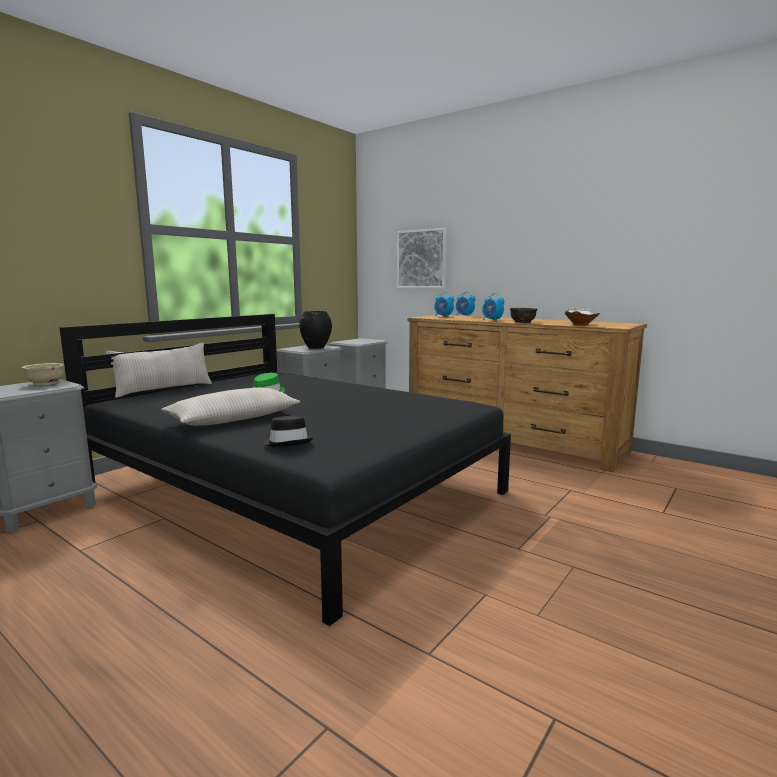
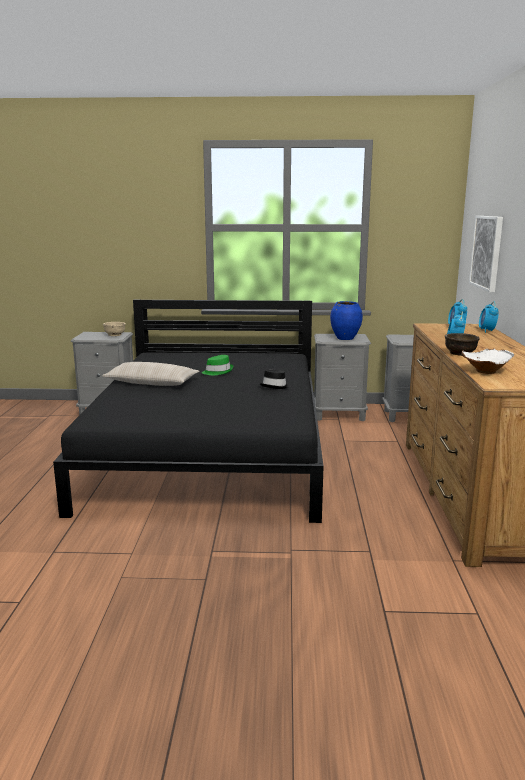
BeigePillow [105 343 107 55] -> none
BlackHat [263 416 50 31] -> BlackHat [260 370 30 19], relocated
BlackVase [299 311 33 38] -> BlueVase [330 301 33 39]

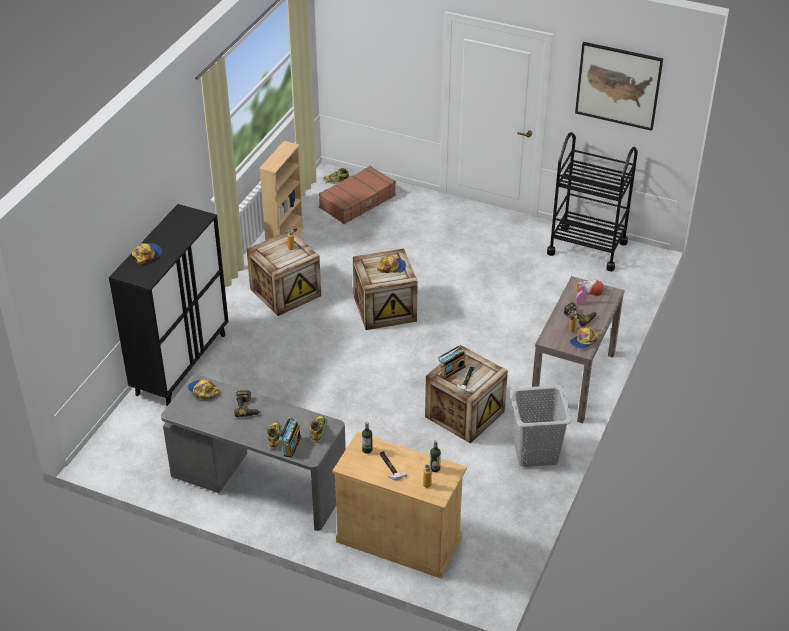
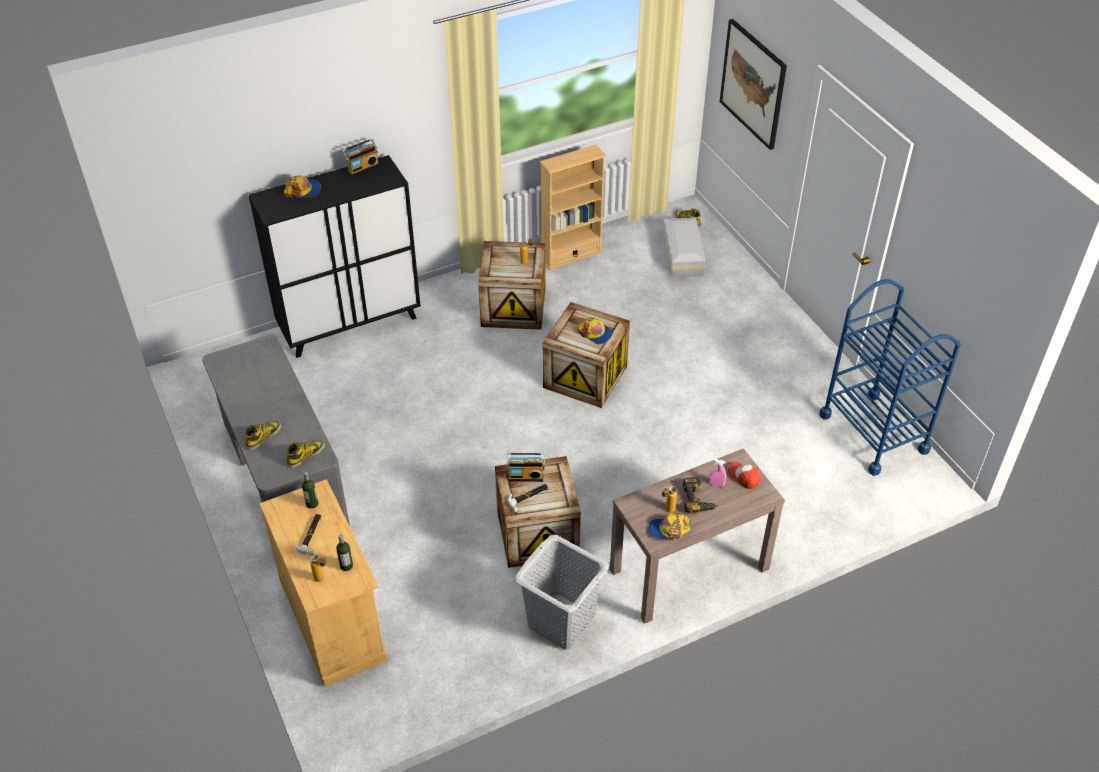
Cap [187 379 32 20] -> none
PowerDrill [234 390 27 27] -> none
Radio [279 416 22 42] -> Radio [342 139 37 37], relocated
BrownSuitcase [319 166 77 58] -> WhiteStorageBox [662 218 44 59]
BlackCart [547 132 91 140] -> BlueCart [819 279 142 197]
Picture [575 42 88 89] -> Picture [720 19 67 131], relocated

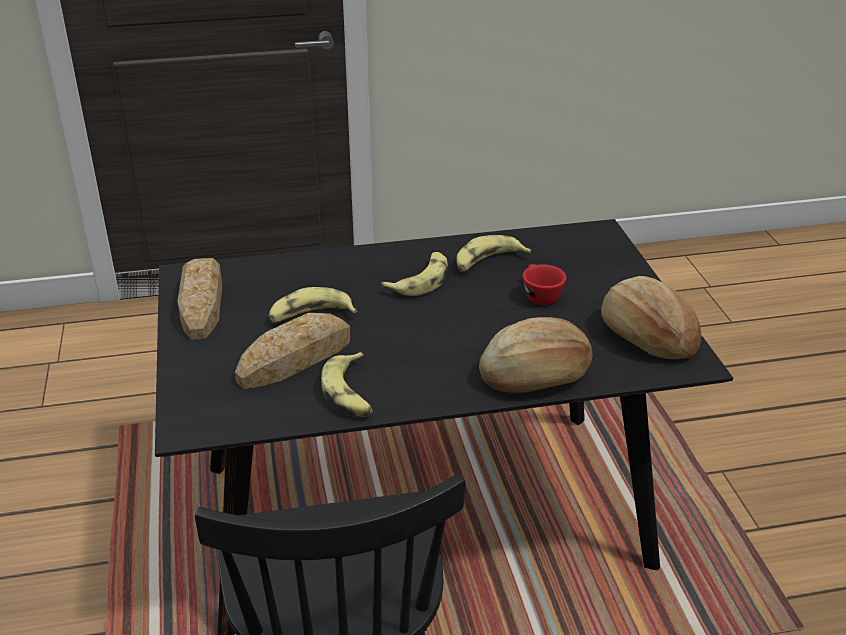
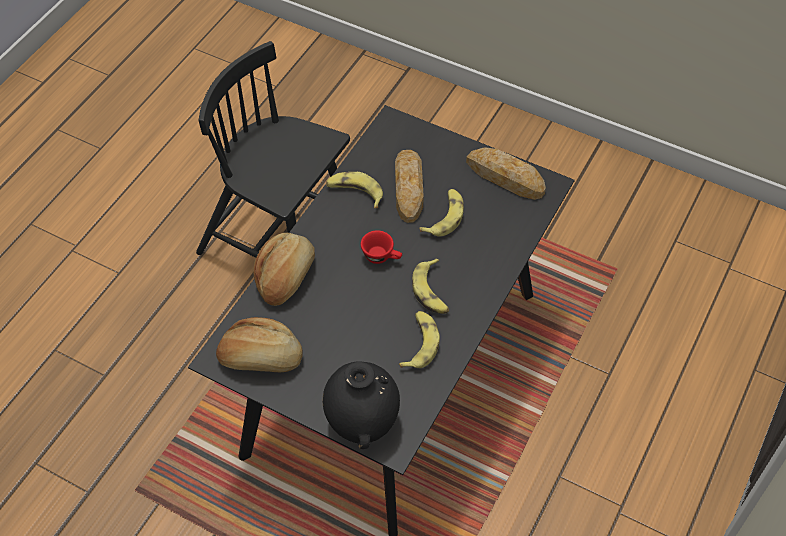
RedCup [523 264 43 41] -> RedCup [361 230 41 34], relocated
none -> BlackVase [323 361 77 88]

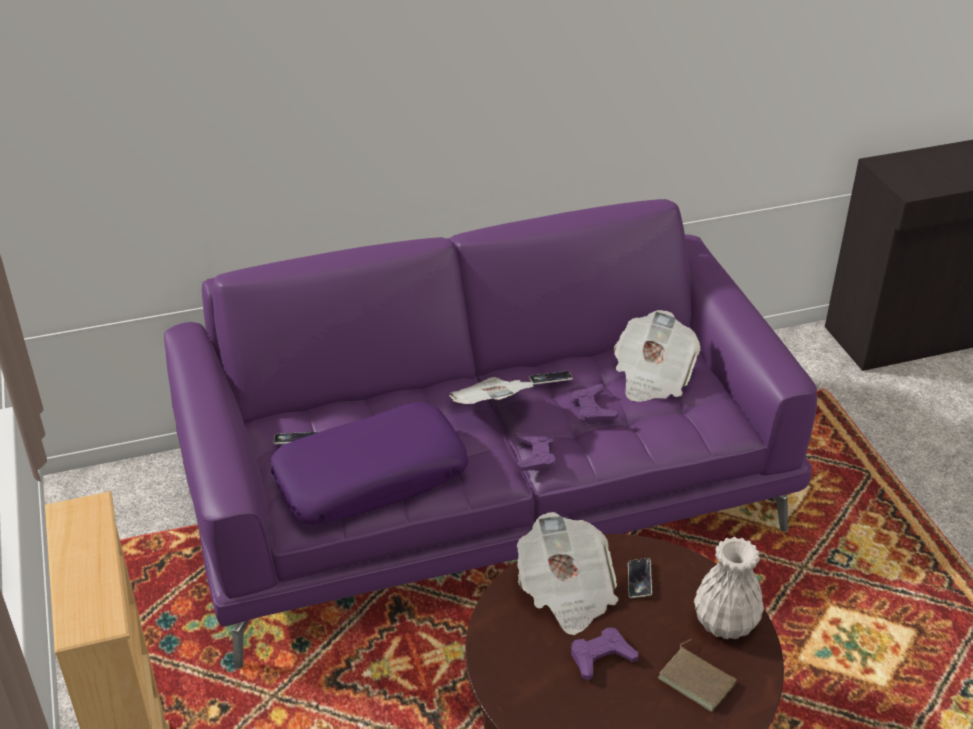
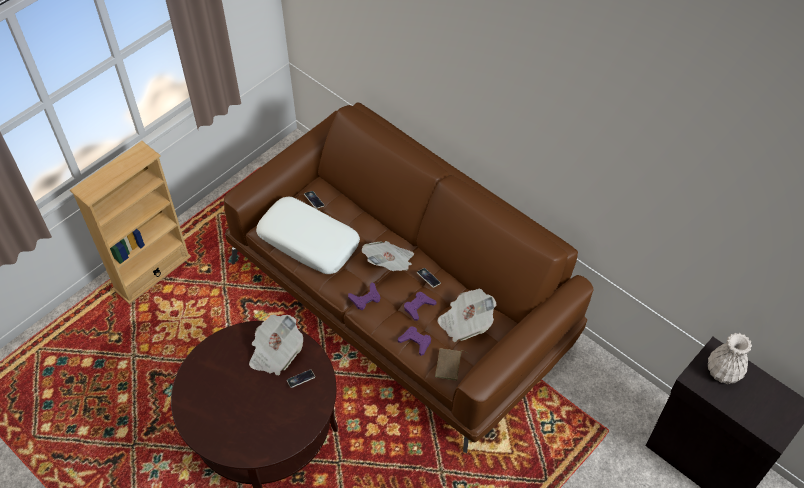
PurpleSofa [164 199 653 469] -> BrownSofa [224 102 370 351]
PurplePillow [270 402 198 122] -> WhitePillow [256 197 104 77]
PurpleGameController [571 628 67 52] -> PurpleGameController [398 326 33 30], relocated
BrownBook [658 639 79 73] -> BrownBook [435 348 32 33], relocated
WhiteVase [694 537 70 102] -> WhiteVase [708 333 44 51], relocated

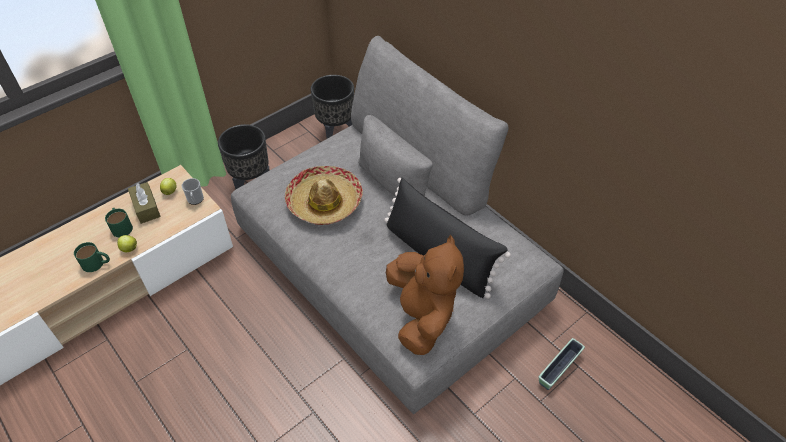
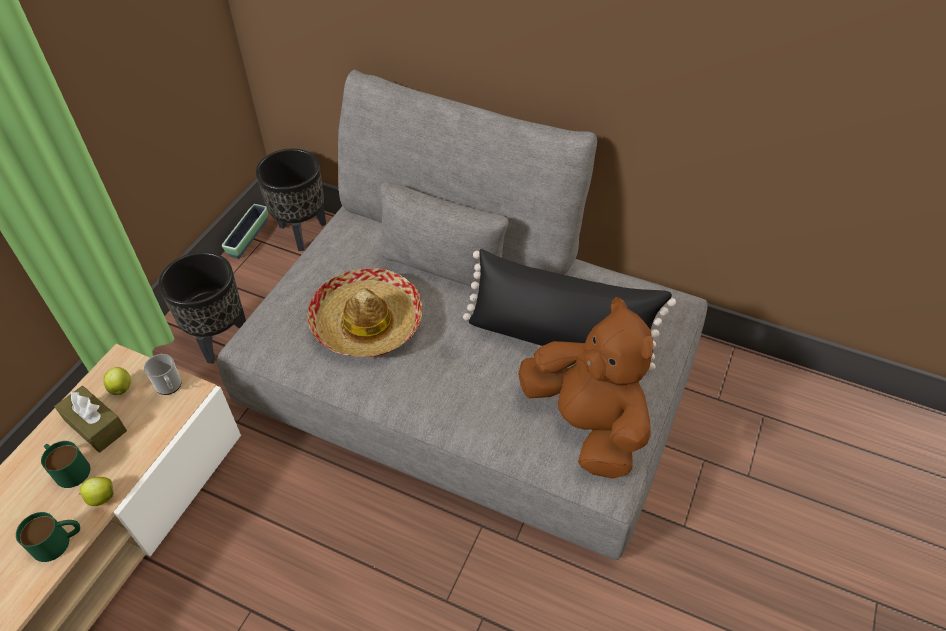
Planter [538 338 47 52] -> Planter [222 204 46 54], relocated

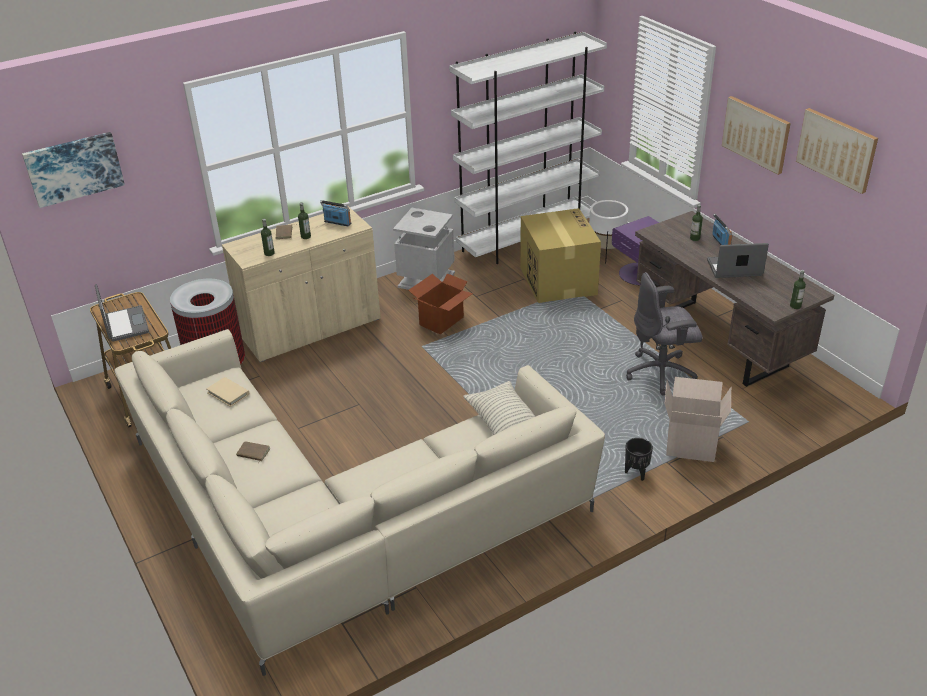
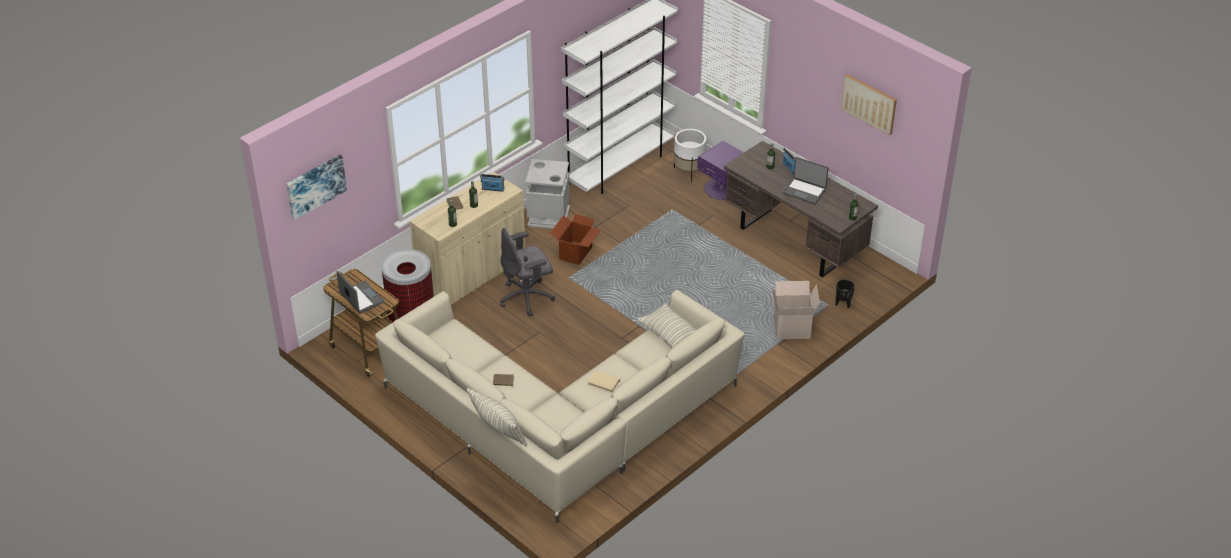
BeigeBook [206 377 43 30] -> BeigeBook [587 370 33 23], relocated
CardboardBox [520 208 81 95] -> none
BlackPlanter [625 438 28 43] -> BlackPlanter [835 279 20 29], relocated
GreyOfficeChair [626 272 77 124] -> GreyOfficeChair [500 228 55 89], relocated
Laptop [707 243 62 35] -> Laptop [783 157 45 47], 135 degrees counterclockwise
Picture [722 96 69 79] -> none
none -> Pillow [466 388 61 58]

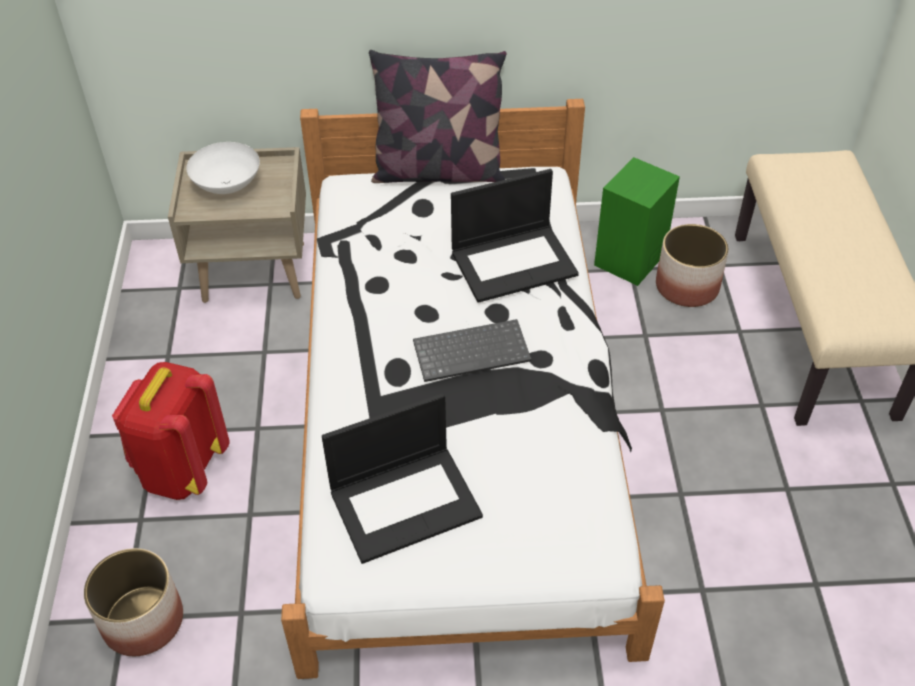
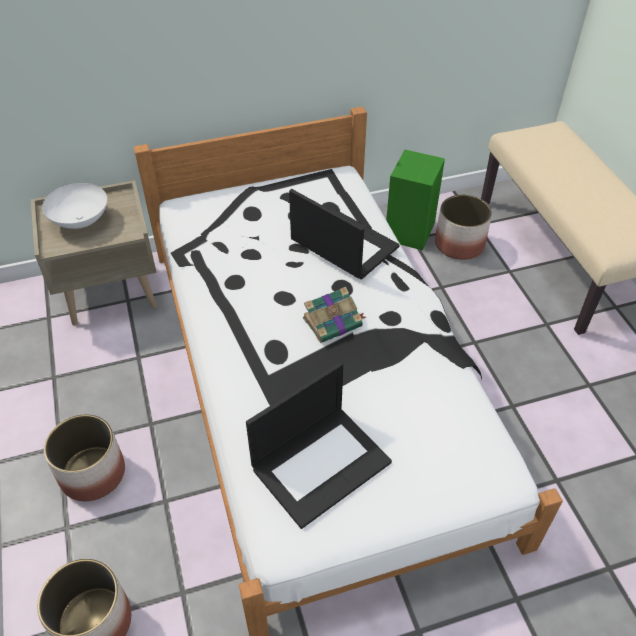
RedBackpack [112 362 118 138] -> Planter [44 414 81 87]
Pillow [369 50 137 133] -> none
Keyboard [413 319 118 63] -> Book [303 287 63 56]
Laptop [451 169 128 134] -> Laptop [289 189 111 91], 105 degrees counterclockwise

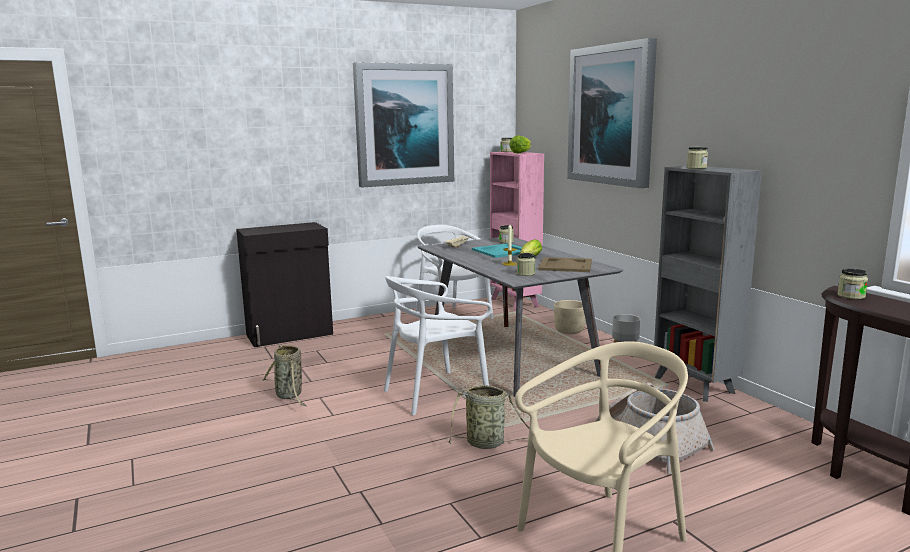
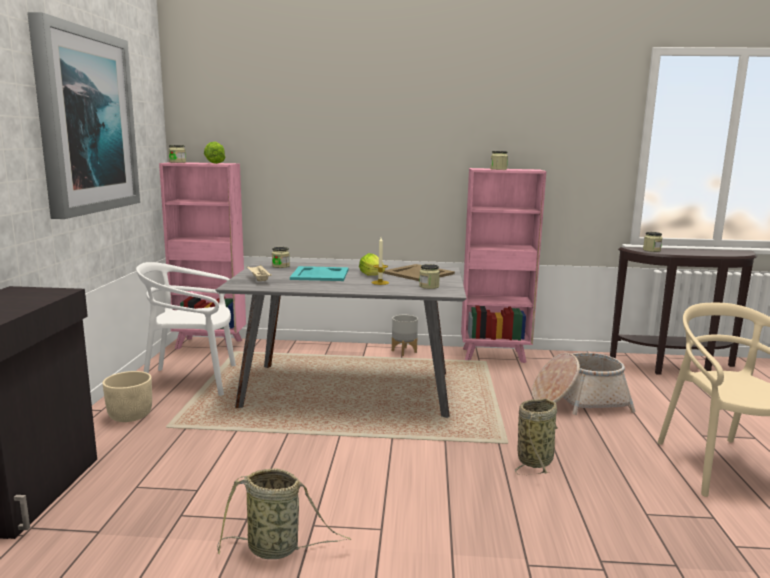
WhiteChair [384 276 108 140] -> none
BeigePlanter [554 300 32 34] -> BeigePlanter [102 371 50 51], relocated
Picture [567 38 90 150] -> none
GreyBookcase [654 166 108 236] -> PinkBookcase [461 168 85 195]

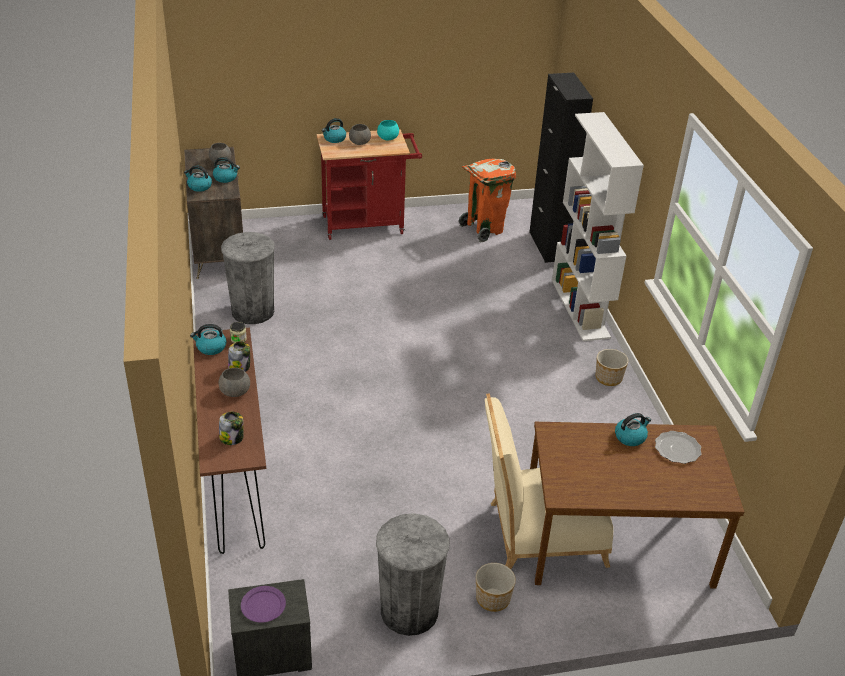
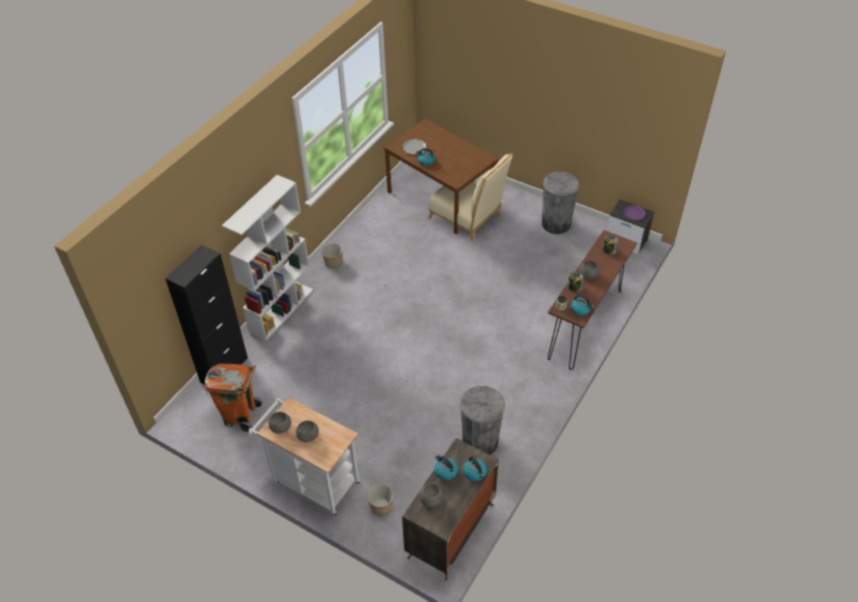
RedCart [317 129 105 111] -> WhiteCart [248 397 112 120]
Kettle [322 118 24 25] -> none
TurquoiseBowl [377 120 22 20] -> GreyBowl [268 412 23 22]
Planter [476 563 40 49] -> Planter [367 484 27 32], relocated

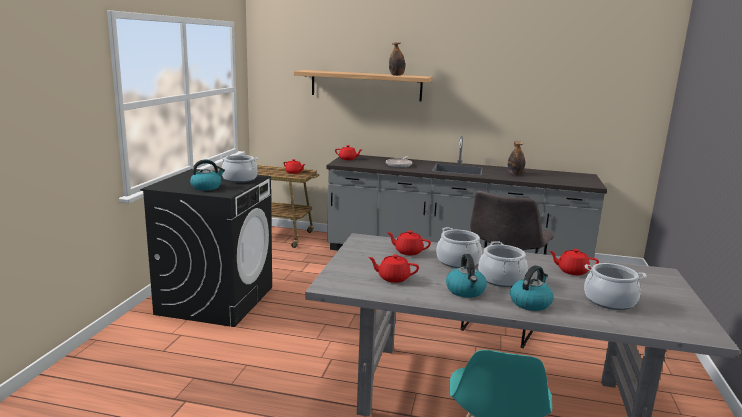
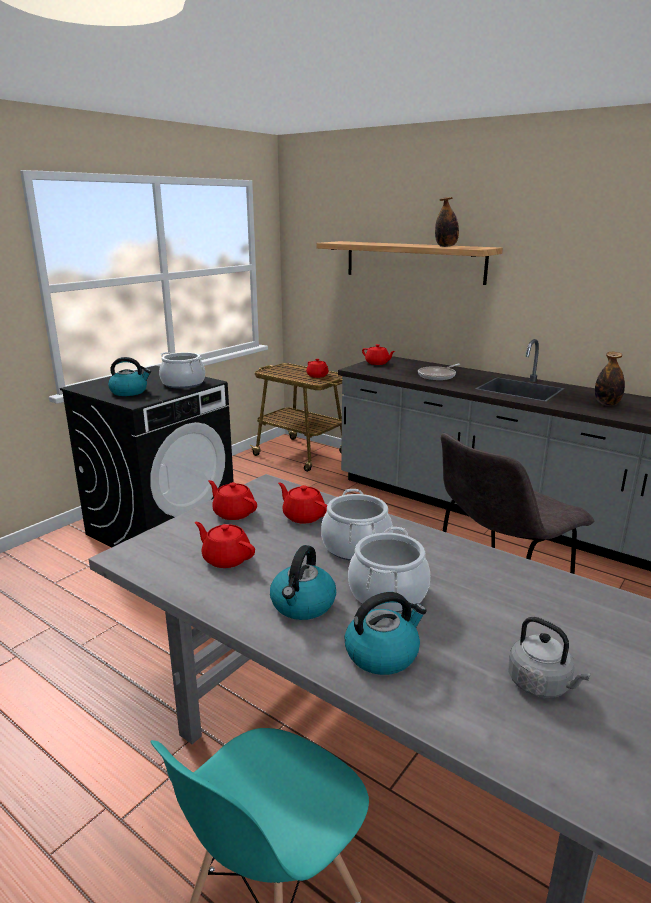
RedTeapot [549 249 50 26] -> RedTeapot [208 480 49 40], relocated
CookingPot [584 263 62 47] -> GreyKettle [508 617 83 81]

